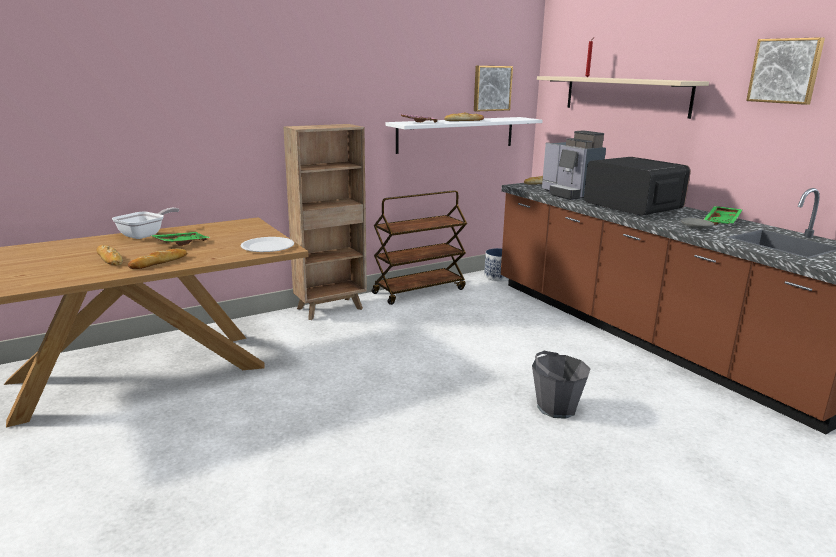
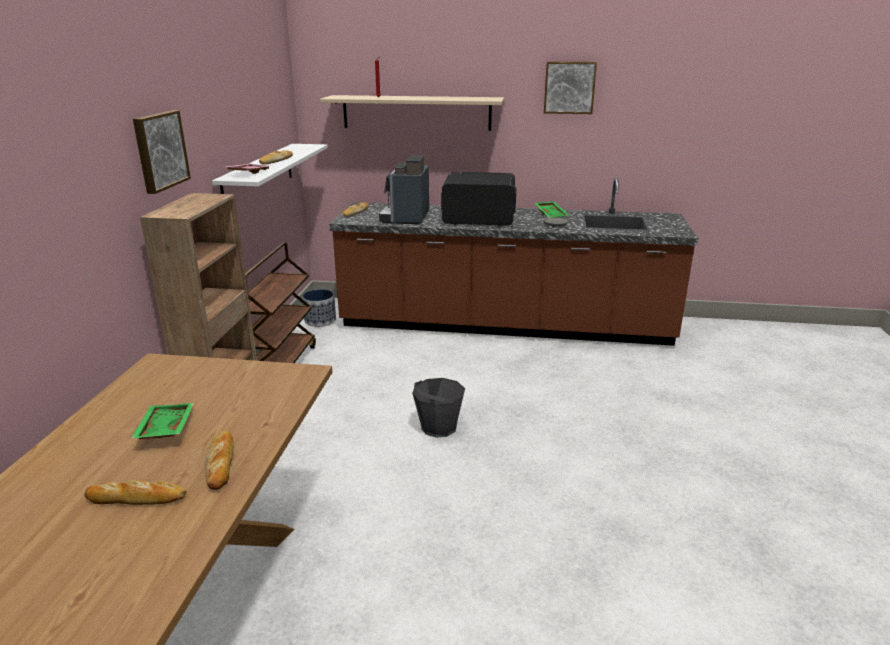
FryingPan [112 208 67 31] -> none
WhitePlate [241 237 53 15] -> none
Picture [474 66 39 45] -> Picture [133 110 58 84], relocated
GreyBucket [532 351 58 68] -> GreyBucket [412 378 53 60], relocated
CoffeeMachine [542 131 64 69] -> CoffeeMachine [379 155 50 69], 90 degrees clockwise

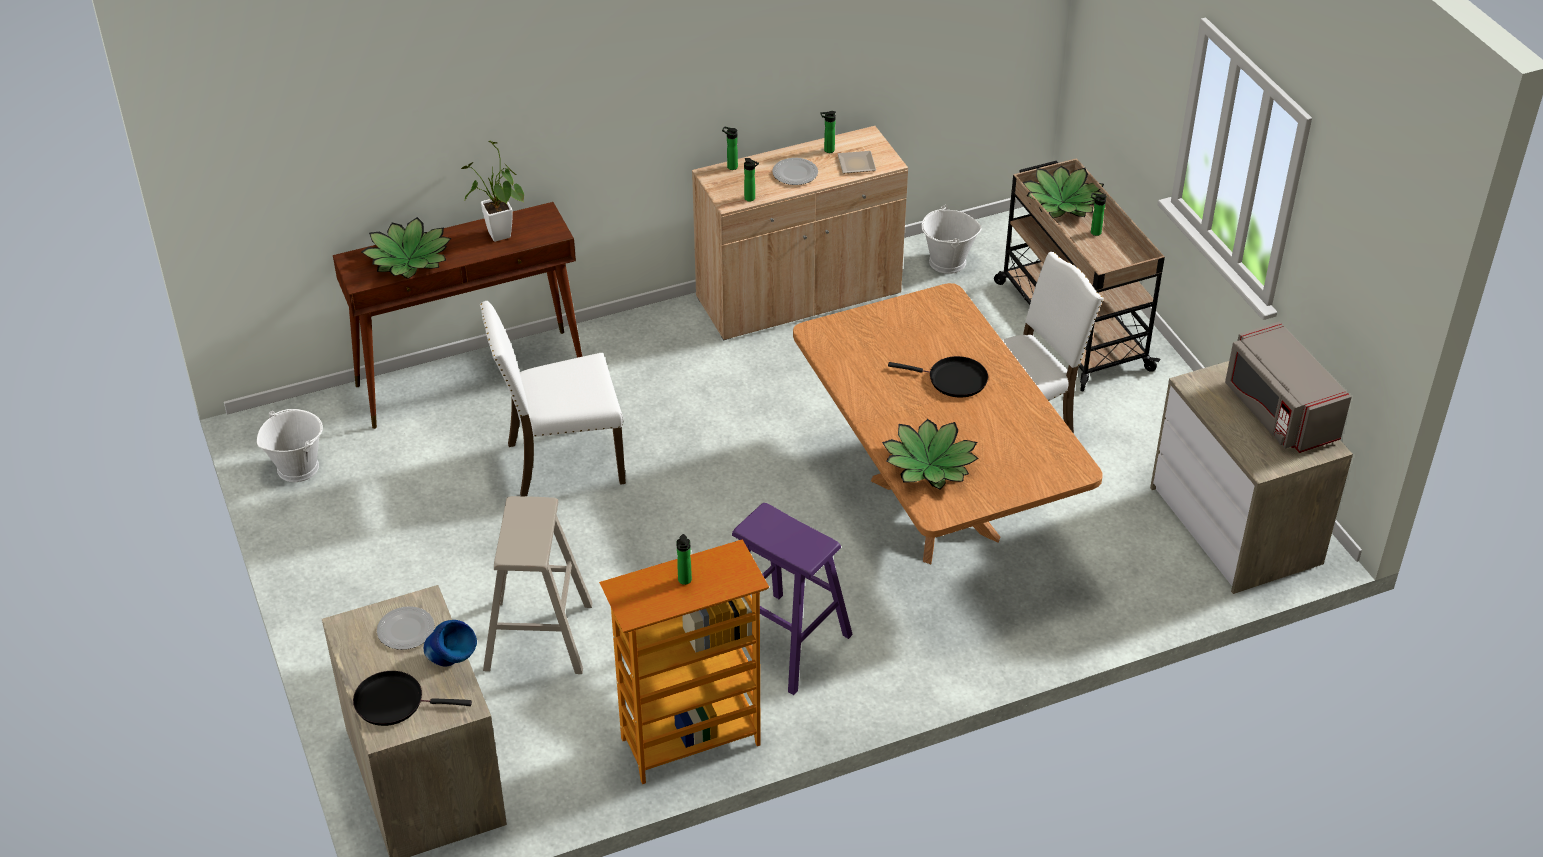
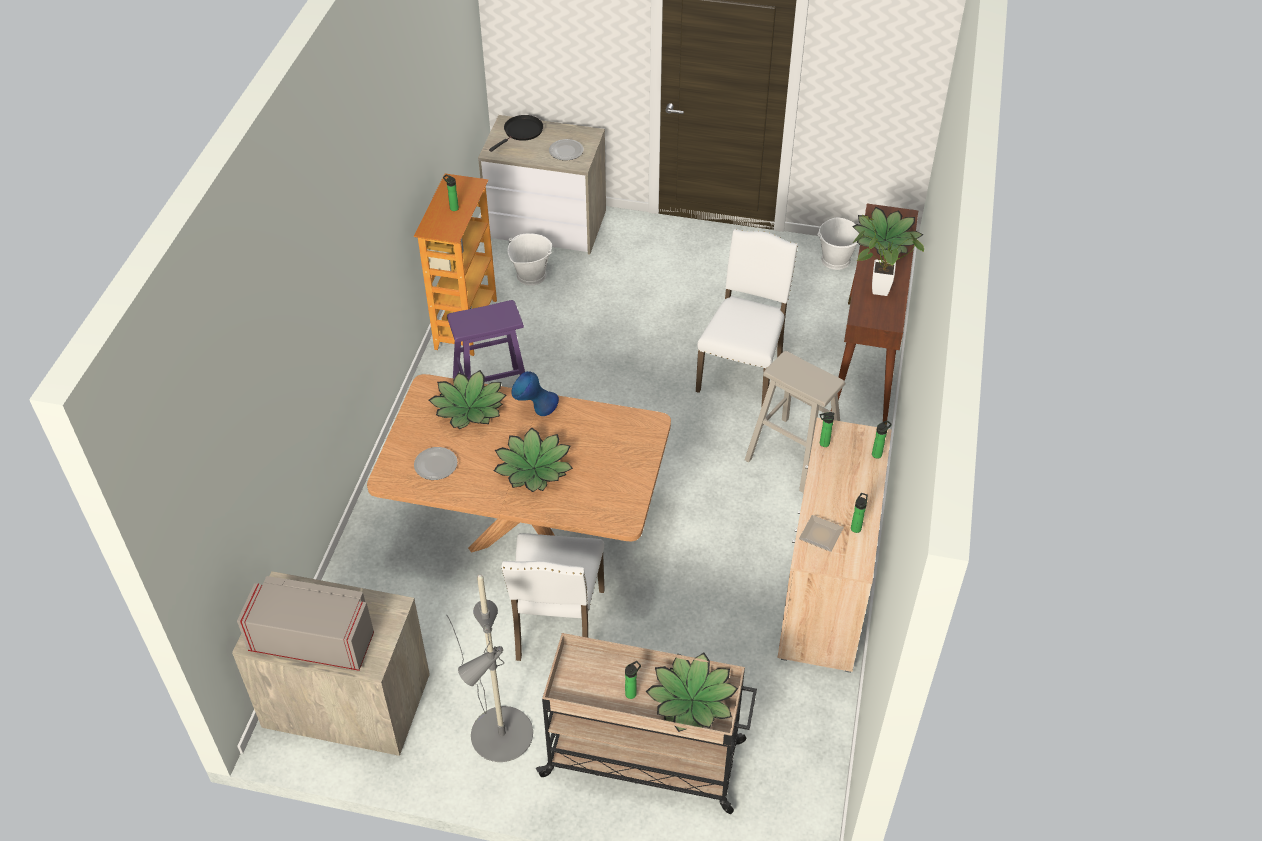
BlueVase [424 620 53 46] -> BlueVase [511 371 48 45], relocated
BeigeStool [483 496 109 178] -> BeigeStool [745 351 100 142], relocated
Plate [772 158 46 27] -> Plate [414 447 43 33], relocated
BlackFryingPan [888 356 100 41] -> PottedPlant [494 428 79 64]
WhiteBucket [921 205 61 69] -> WhiteBucket [507 233 45 53], relocated
none -> GreyFloorLamp [447 574 86 188]

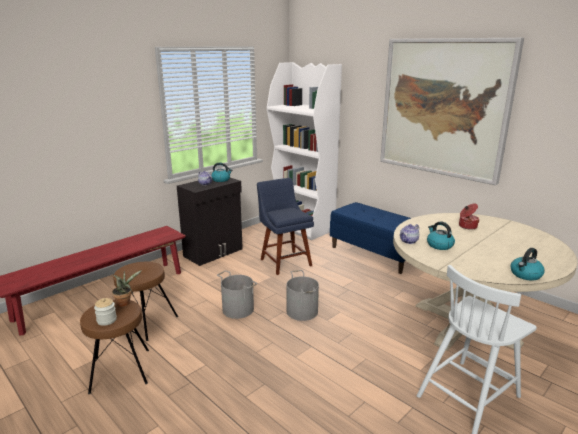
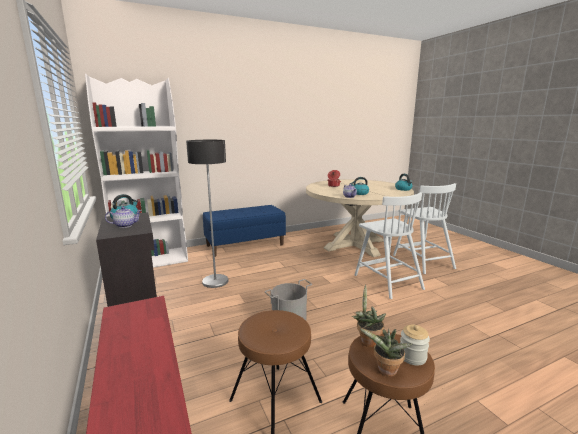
BlueChair [257 178 57 97] -> FloorLamp [186 140 42 148]
GreyBucket [287 270 32 51] -> none
Picture [380 38 144 147] -> none
none -> WhiteChair [355 192 70 107]
none -> PottedPlant [359 328 53 49]

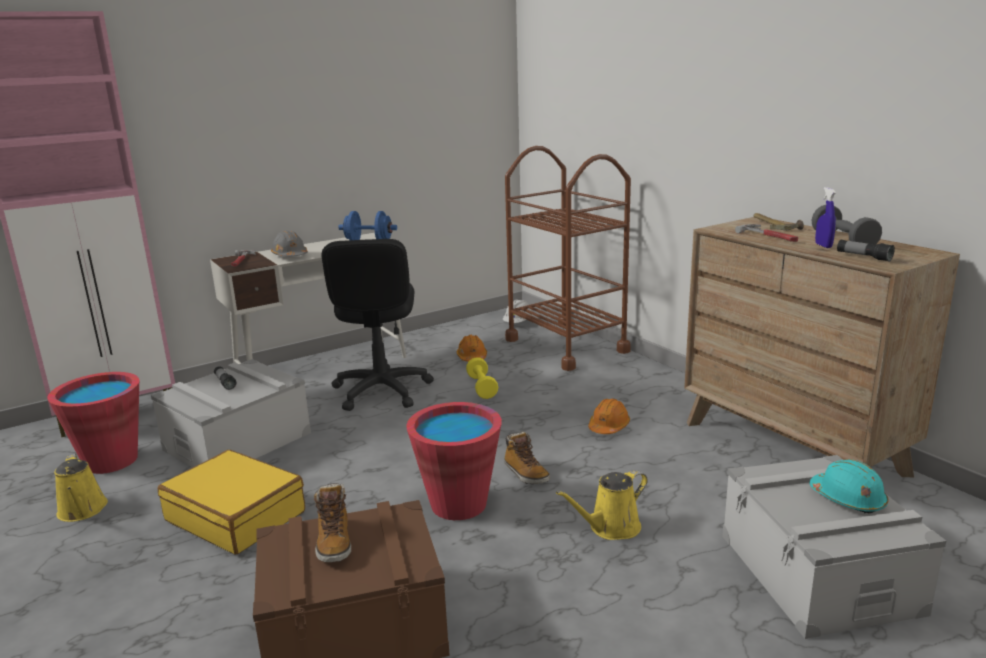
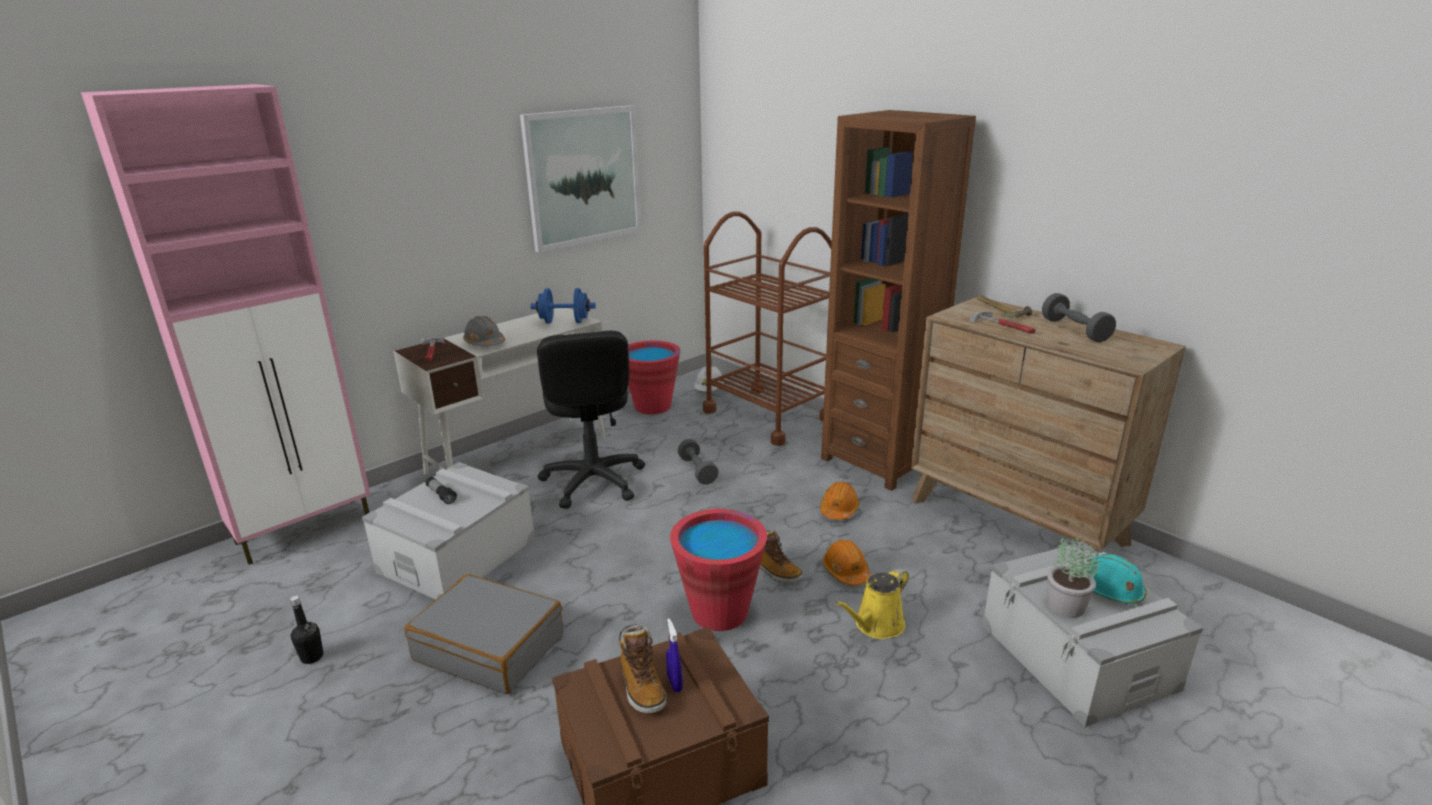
RedBucket [47 372 92 102] -> RedBucket [628 340 53 75], relocated
YellowWateringCan [54 454 54 68] -> BlackBottle [290 596 33 68]
YellowSuitcase [158 450 147 105] -> GreySuitcase [405 574 158 120]
OrangeHardHat [457 335 30 27] -> OrangeHardHat [823 540 48 45], relocated
YellowDumbbell [466 357 32 42] -> GreyDumbbell [678 439 41 46]
BlueSprayBottle [815 187 21 61] -> BlueSprayBottle [666 618 17 75], relocated
Flashlight [837 240 58 22] -> none
none -> Picture [520 105 121 147]
none -> BrownBookcase [821 110 155 381]
none -> PottedPlant [1047 534 52 84]

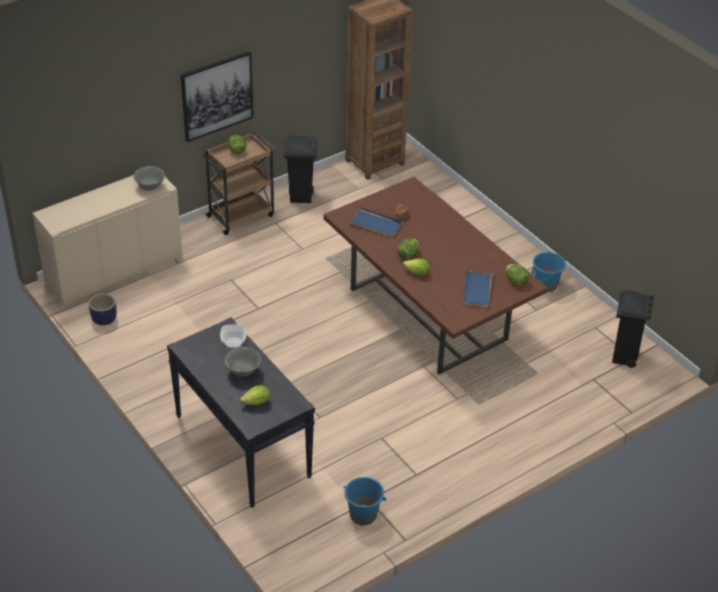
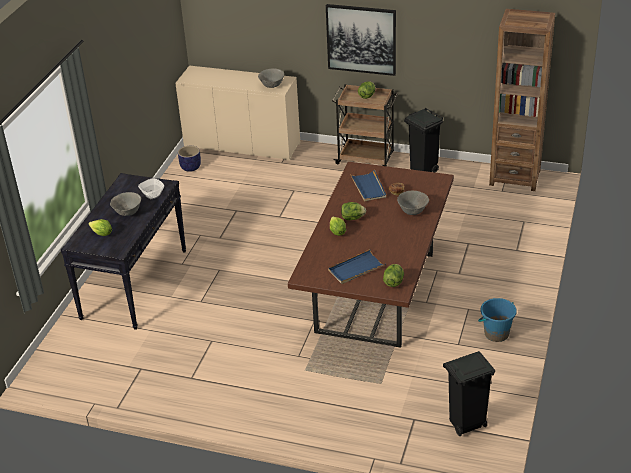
BlueBucket [343 477 43 49] -> none
none -> GreyBowl [397 191 32 24]

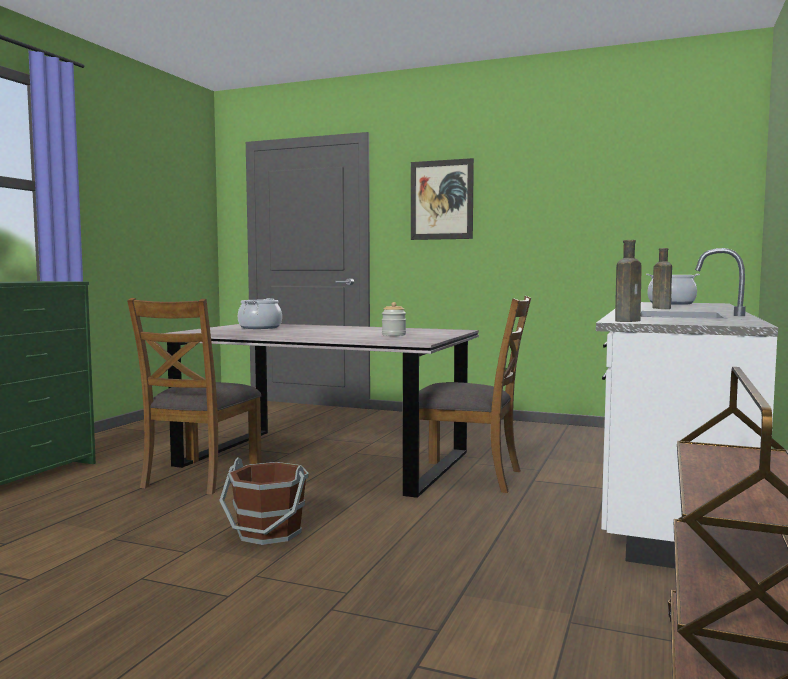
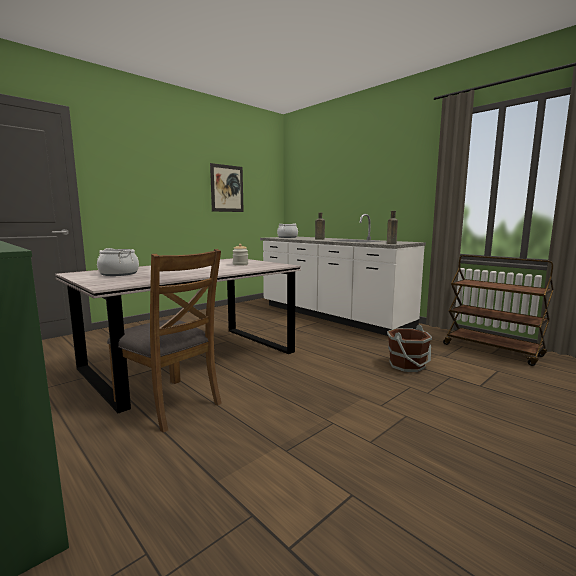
BrownBucket [219 458 90 87] -> BrownBucket [387 325 45 47], relocated
Picture [411 158 63 82] -> Picture [210 163 34 49], relocated
BrownChair [419 296 112 197] -> none

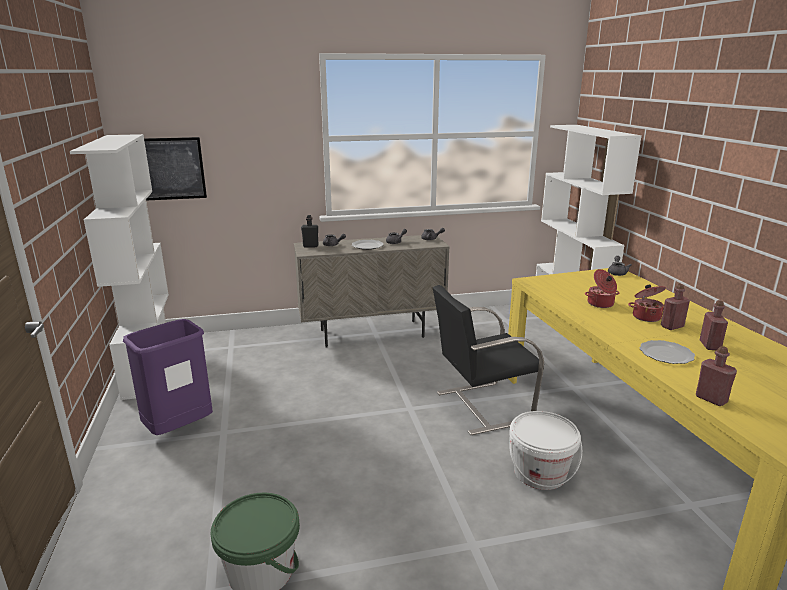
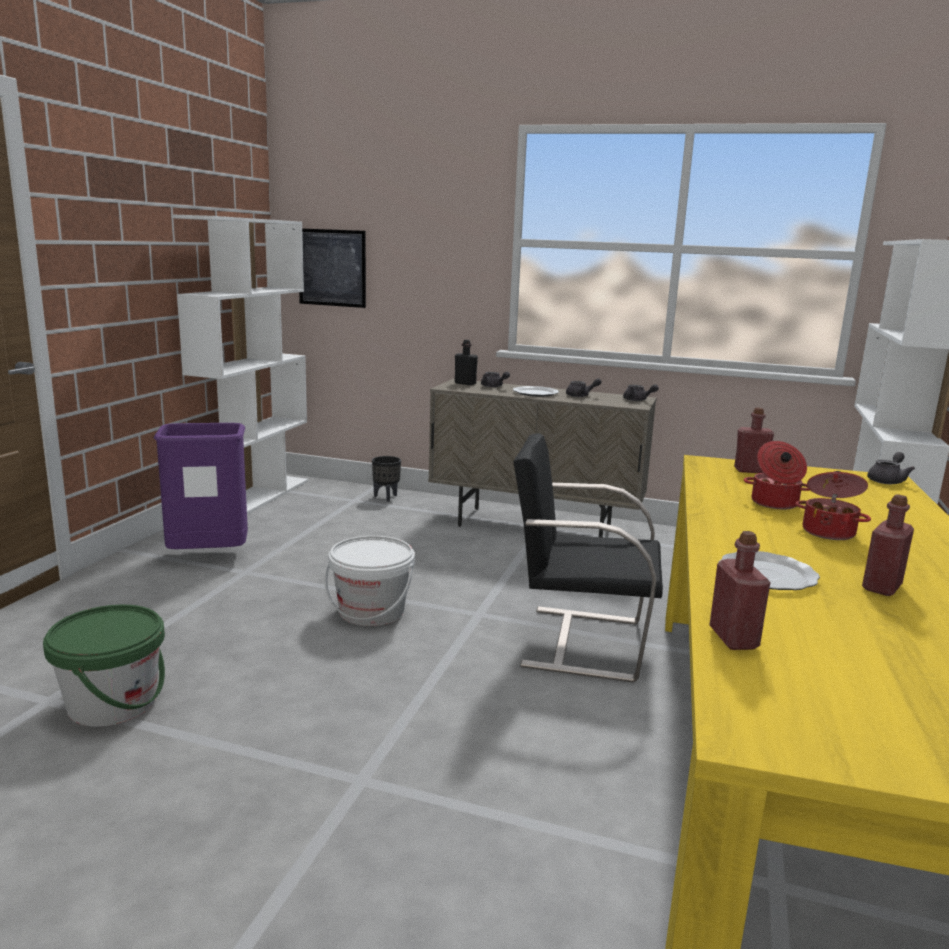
WhiteBucket [509 411 73 79] -> WhiteBucket [324 536 91 90], relocated
RedBottle [661 284 29 46] -> RedBottle [734 408 40 65], relocated
none -> BlackPlanter [372 456 29 46]

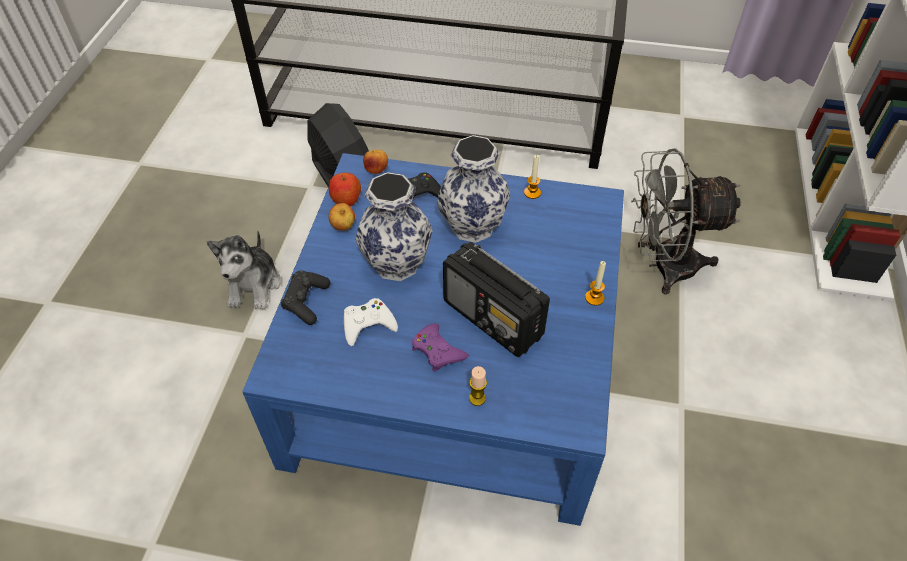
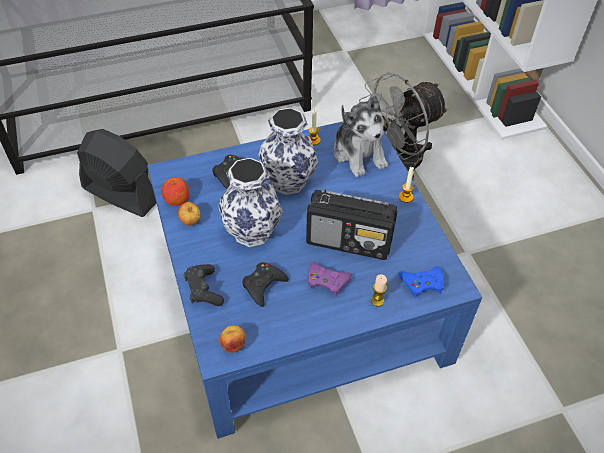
PlushToy [206 231 75 79] -> PlushToy [333 95 55 82], relocated
WhiteGameController [344 298 54 48] -> BlackGameController [242 262 47 45]
Apple [363 150 25 24] -> Apple [220 325 26 28], relocated
none -> BlueGameController [399 266 45 32]

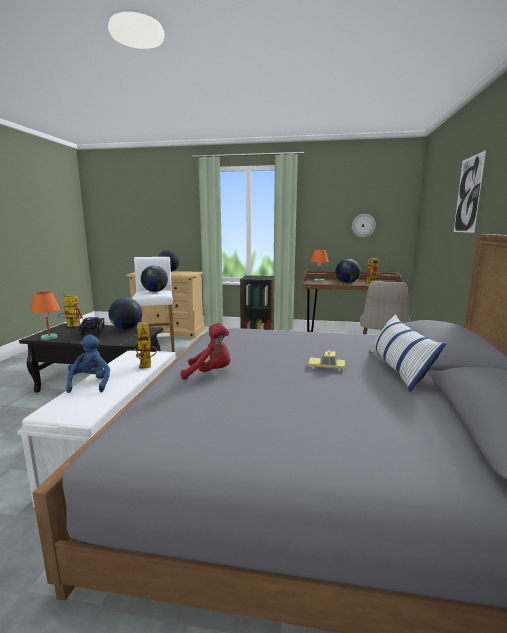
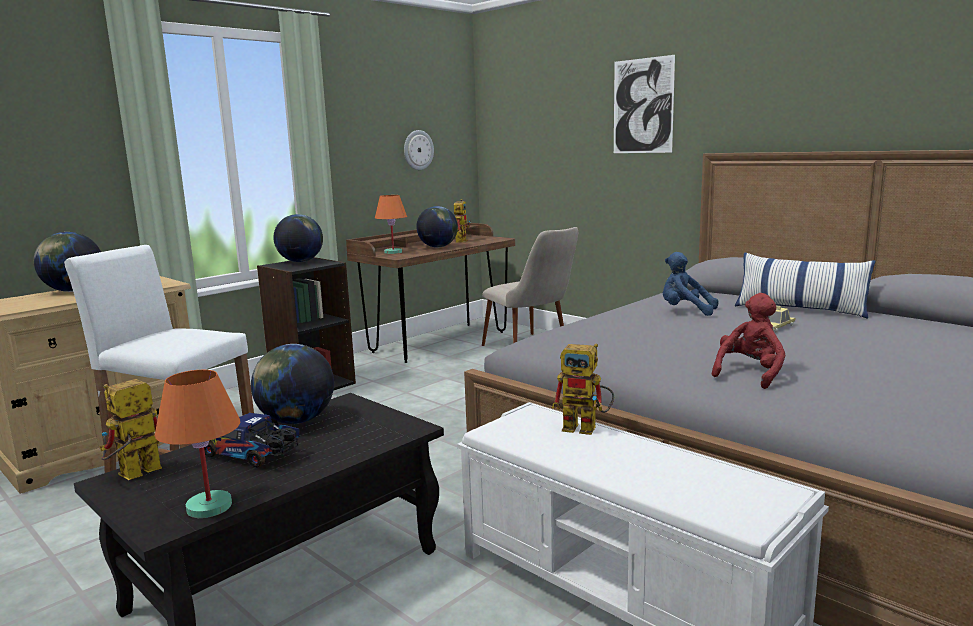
BluePlushToy [66 335 44 58] -> BluePlushToy [663 252 55 64], relocated
Globe [141 266 27 26] -> Globe [273 214 50 48], relocated

